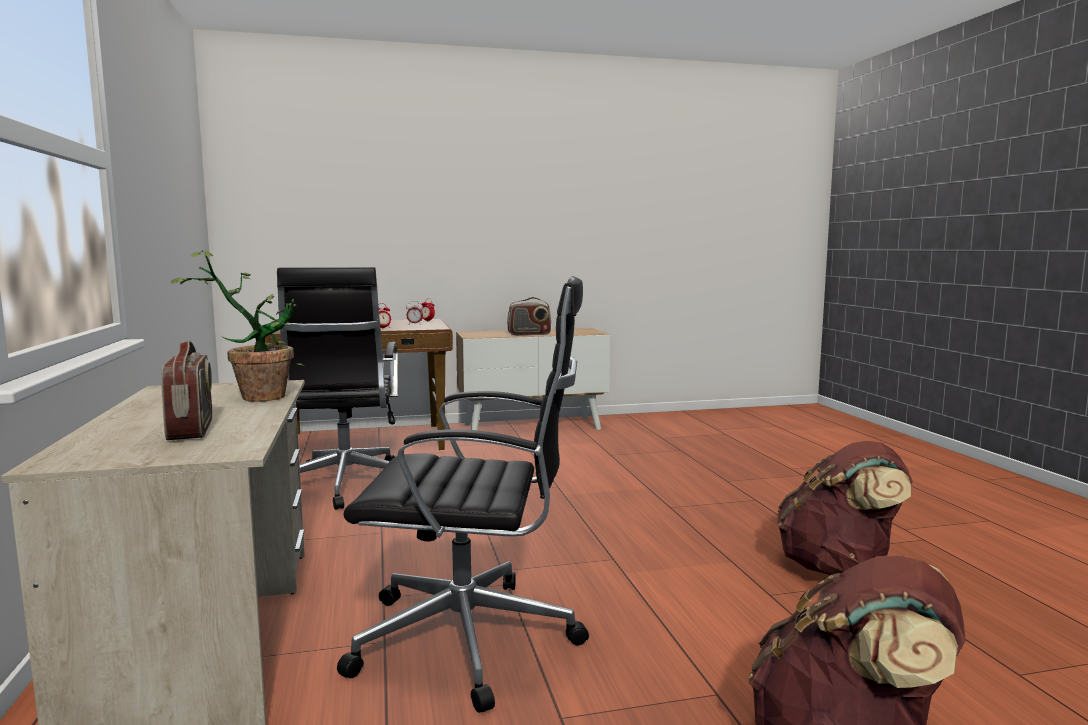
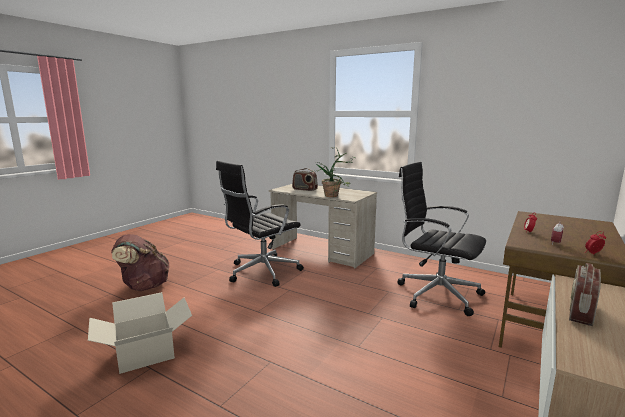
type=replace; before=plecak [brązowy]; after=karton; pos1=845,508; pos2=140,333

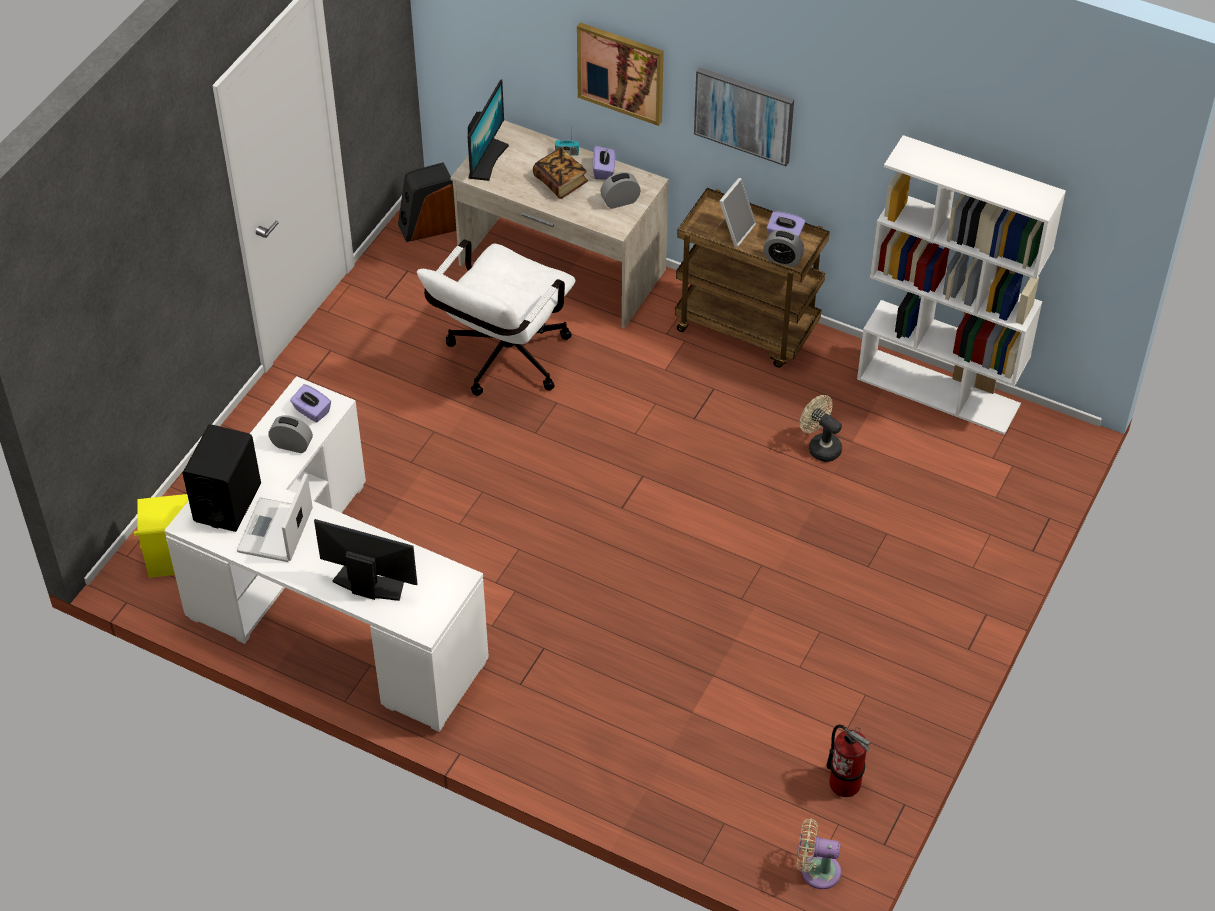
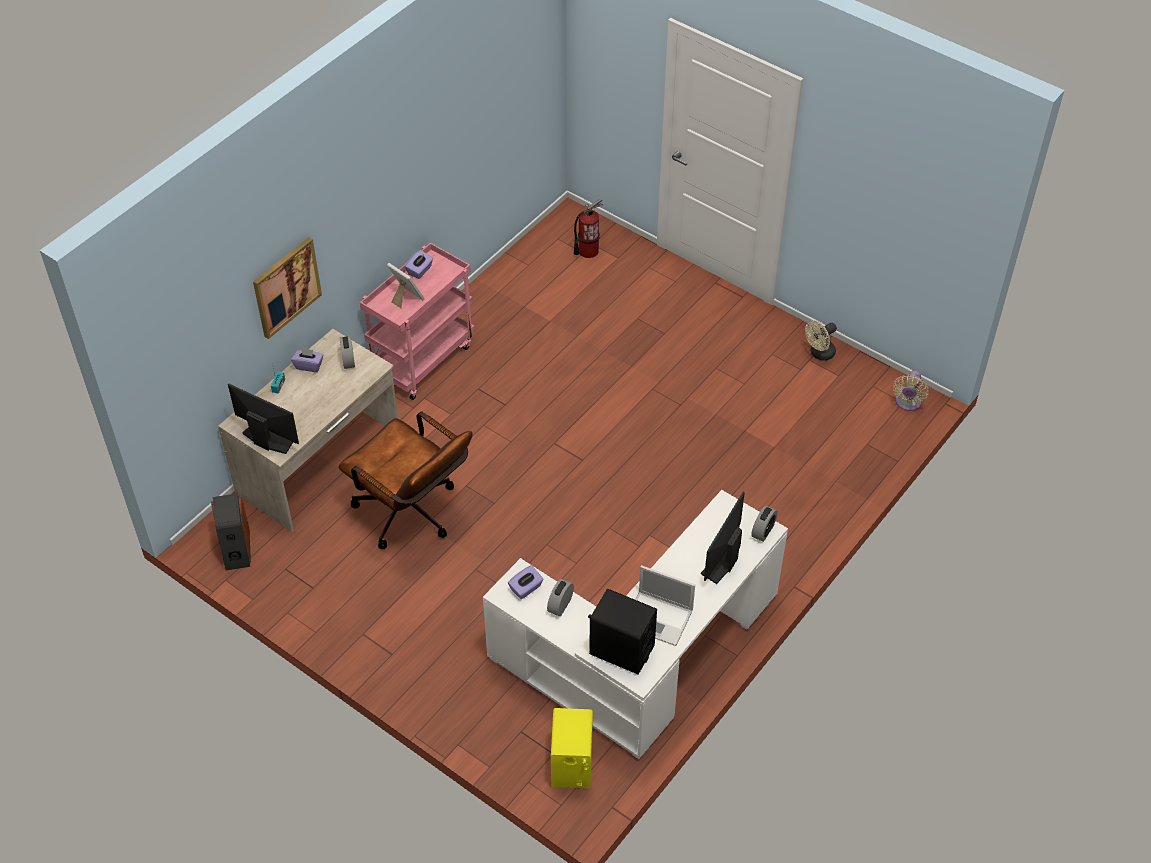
type=recolor; before=krzesło biurowe [biały]; after=krzesło biurowe [brązowy]; pos1=496,317; pos2=406,480
type=recolor; before=wózek [brązowy]; after=wózek [różowy]; pos1=752,278; pos2=417,321
type=move; before=gaśnica; pos1=848,761; pos2=588,228
type=move; before=budzik; pos1=784,248; pos2=764,524
type=move; before=wentylator [beżowy]; pos1=821,428; pos2=821,341
type=delete; before=książka; pos1=560,173
type=delete; before=obraz; pos1=744,116
type=delete; before=regał [biały]; pos1=961,285

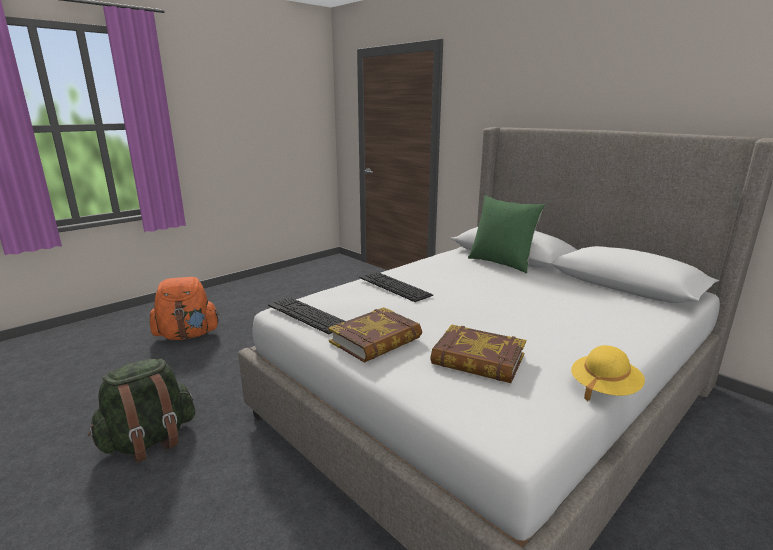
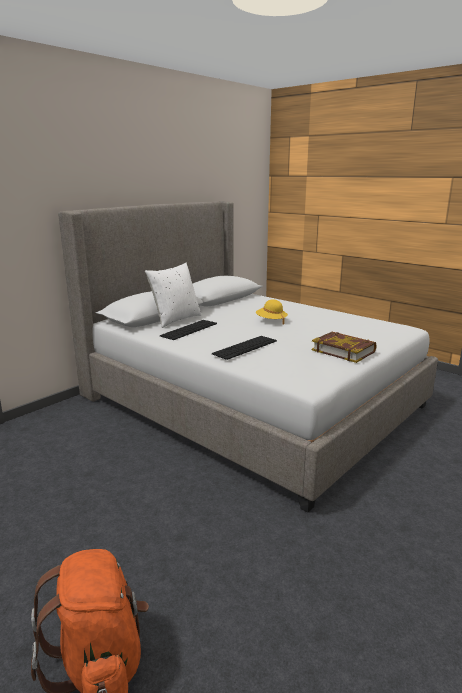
type=recolor; before=poduszka [zielony]; after=poduszka [biały]; pos1=506,234; pos2=173,295
type=move; before=klawiatura; pos1=307,315; pos2=188,330
type=move; before=kapelusz [żółty]; pos1=608,373; pos2=272,312
type=delete; before=plecak [zielony]; pos1=141,411
type=delete; before=książka; pos1=478,353

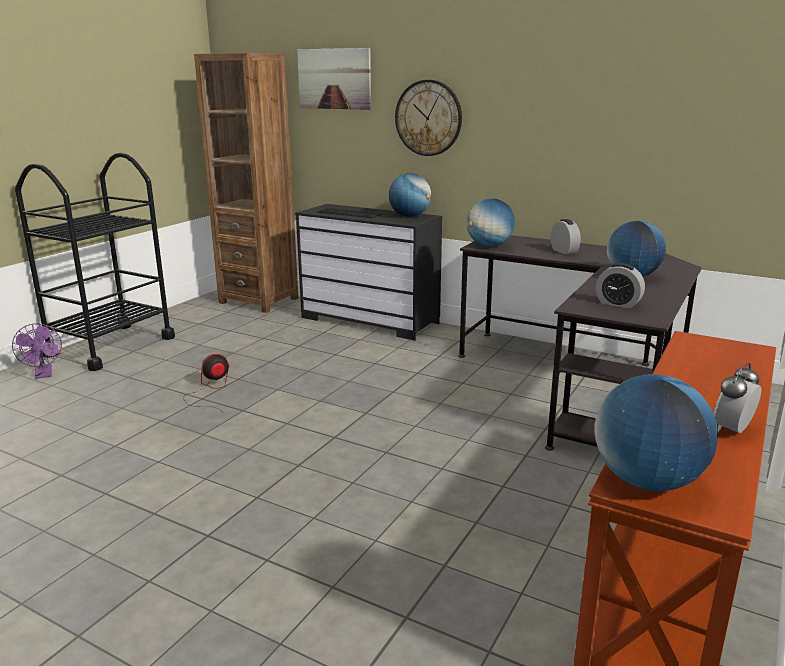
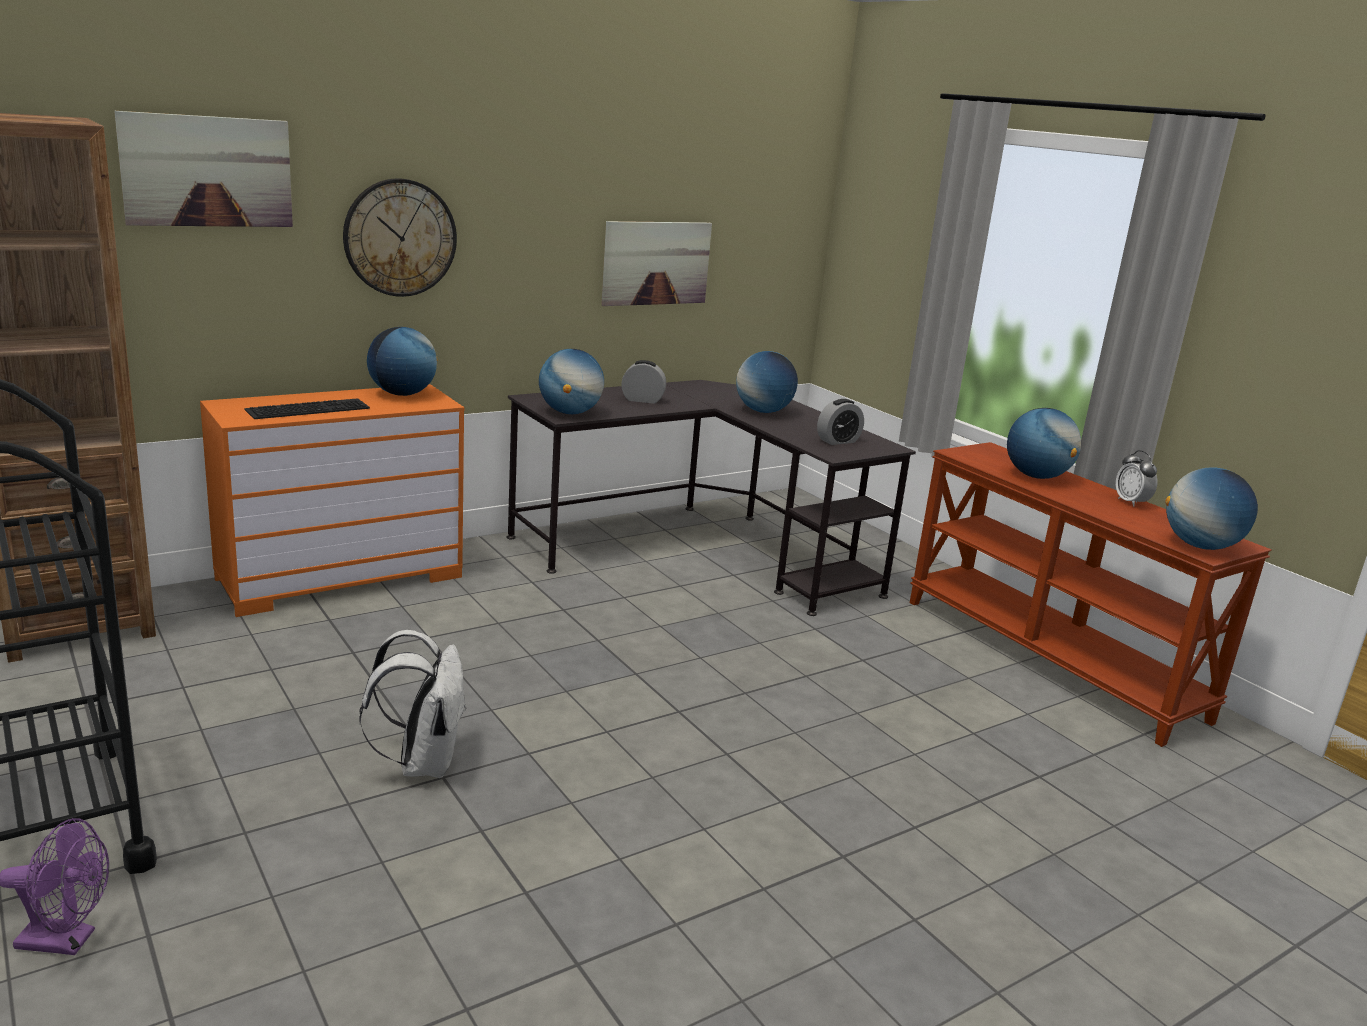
type=recolor; before=komoda [czarny]; after=komoda [pomarańczowy]; pos1=368,272; pos2=332,500
type=replace; before=wentylator; after=plecak [biały]; pos1=206,382; pos2=413,704
type=insert; after=obraz; pos2=656,263
type=insert; after=globus; pos2=1044,443

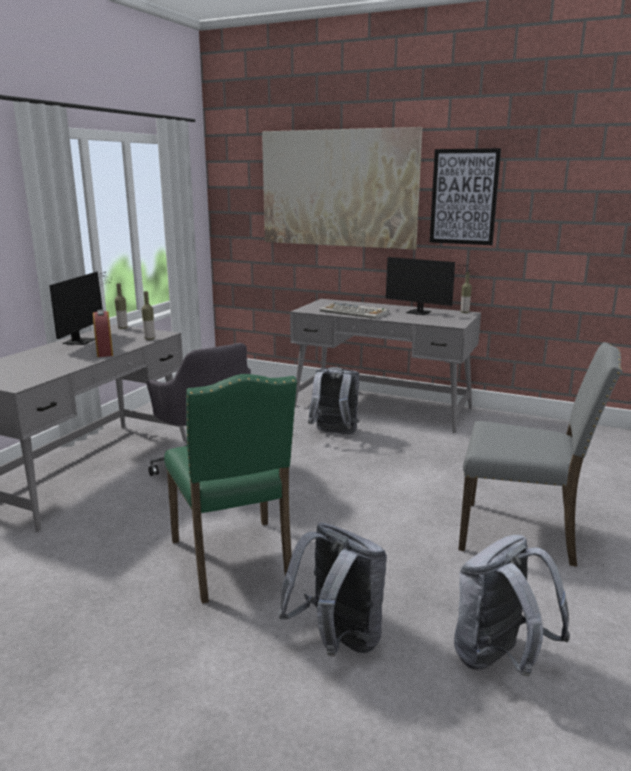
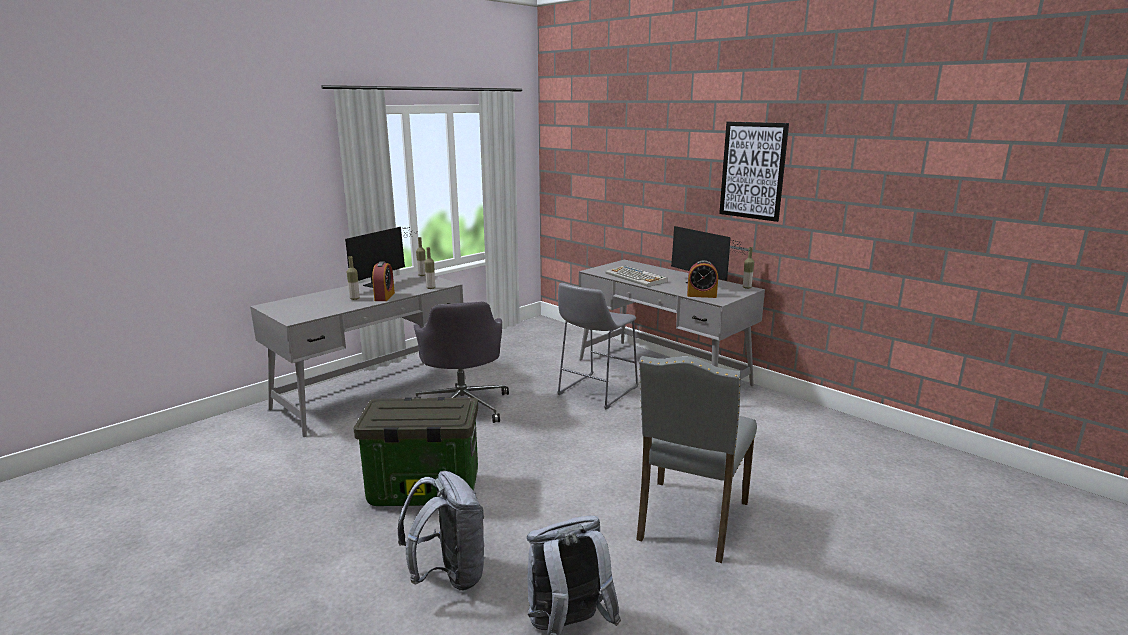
type=insert; after=butelka; pos2=353,278
type=replace; before=krzesło [zielony]; after=pojemnik do przechowywania; pos1=230,489; pos2=416,451
type=replace; before=plecak [szary]; after=stołek [szary]; pos1=334,400; pos2=597,346
type=rotate; before=krzesło [szary]; pos1=540,454; pos2=696,459; turn=75
type=insert; after=budzik; pos2=702,279
type=delete; before=obraz; pos1=342,188

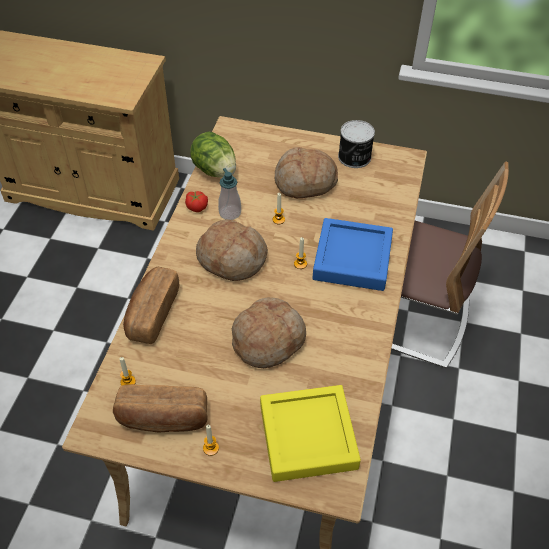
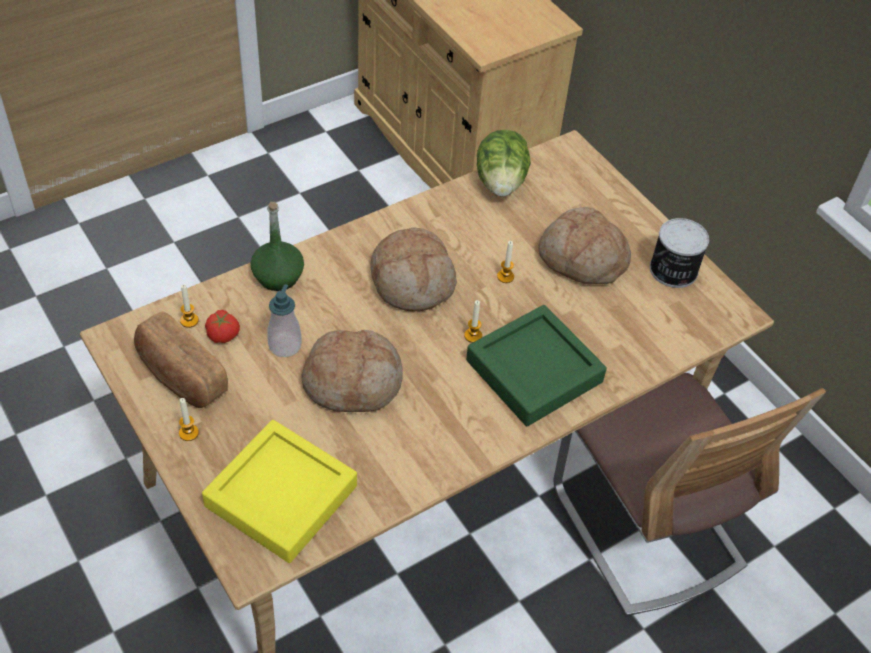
type=move; before=pomidor; pos1=196,201; pos2=222,326
type=replace; before=chleb; after=butelka [zielony]; pos1=151,305; pos2=277,246
type=move; before=dozownik mydła; pos1=229,194; pos2=284,320
type=recolor; before=taca [niebieski]; after=taca [zielony]; pos1=353,254; pos2=536,365

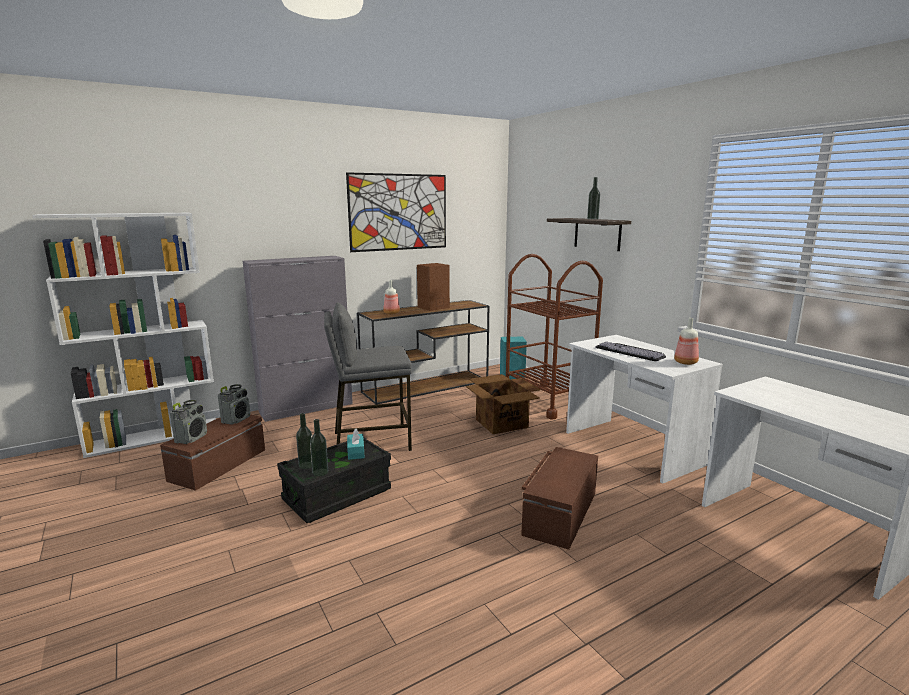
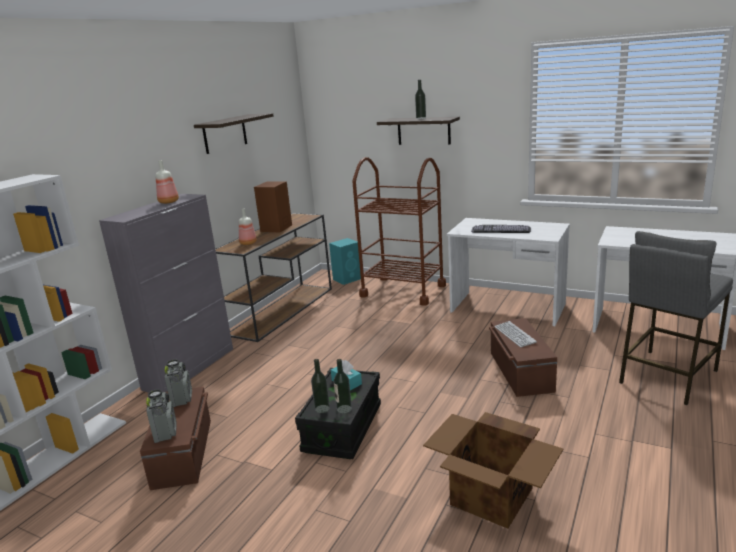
type=move; before=butelka; pos1=686,341; pos2=167,182
type=replace; before=obraz; after=półka; pos1=396,212; pos2=234,133
type=move; before=karton; pos1=503,404; pos2=493,470
type=insert; after=klawiatura; pos2=515,334
type=move; before=stołek [szary]; pos1=368,376; pos2=676,318

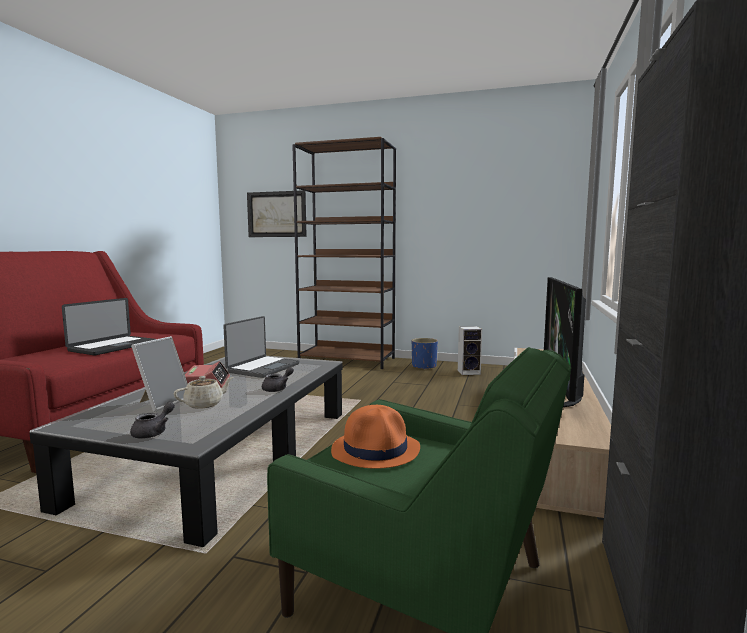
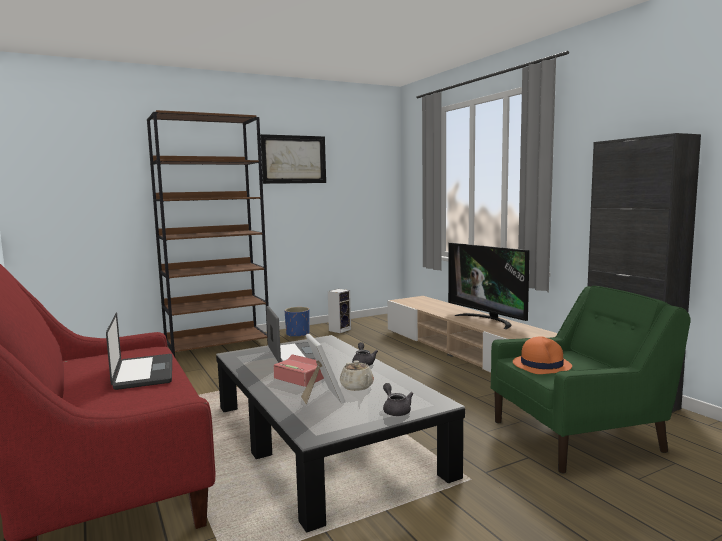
type=move; before=obraz; pos1=277,213; pos2=293,159
type=rotate; before=imbryk [beżowy]; pos1=203,392; pos2=357,376; turn=150

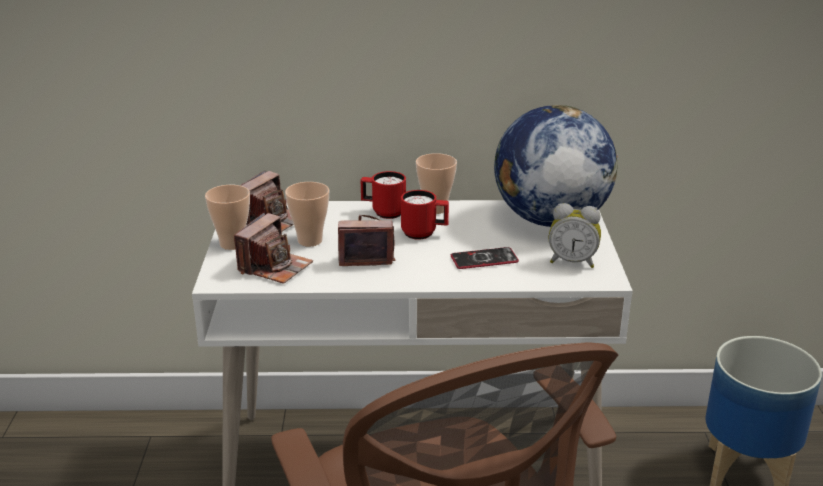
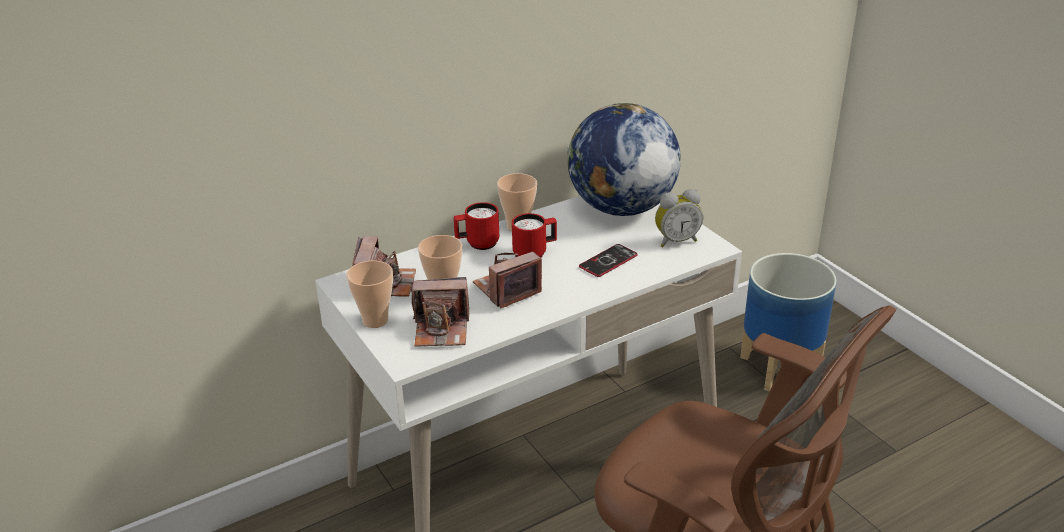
type=rotate; before=aparat fotograficzny; pos1=273,248; pos2=440,312; turn=90

